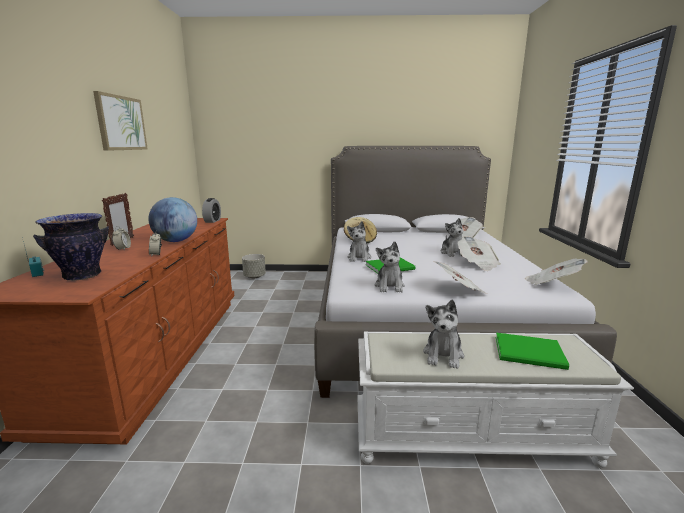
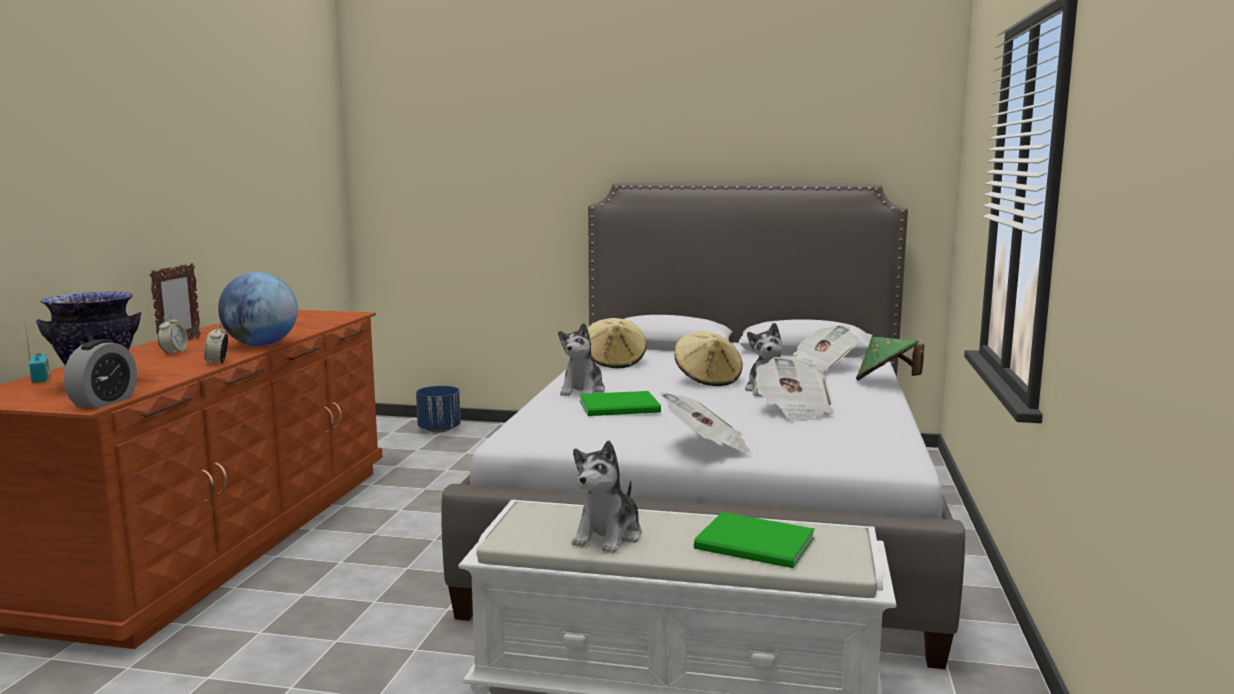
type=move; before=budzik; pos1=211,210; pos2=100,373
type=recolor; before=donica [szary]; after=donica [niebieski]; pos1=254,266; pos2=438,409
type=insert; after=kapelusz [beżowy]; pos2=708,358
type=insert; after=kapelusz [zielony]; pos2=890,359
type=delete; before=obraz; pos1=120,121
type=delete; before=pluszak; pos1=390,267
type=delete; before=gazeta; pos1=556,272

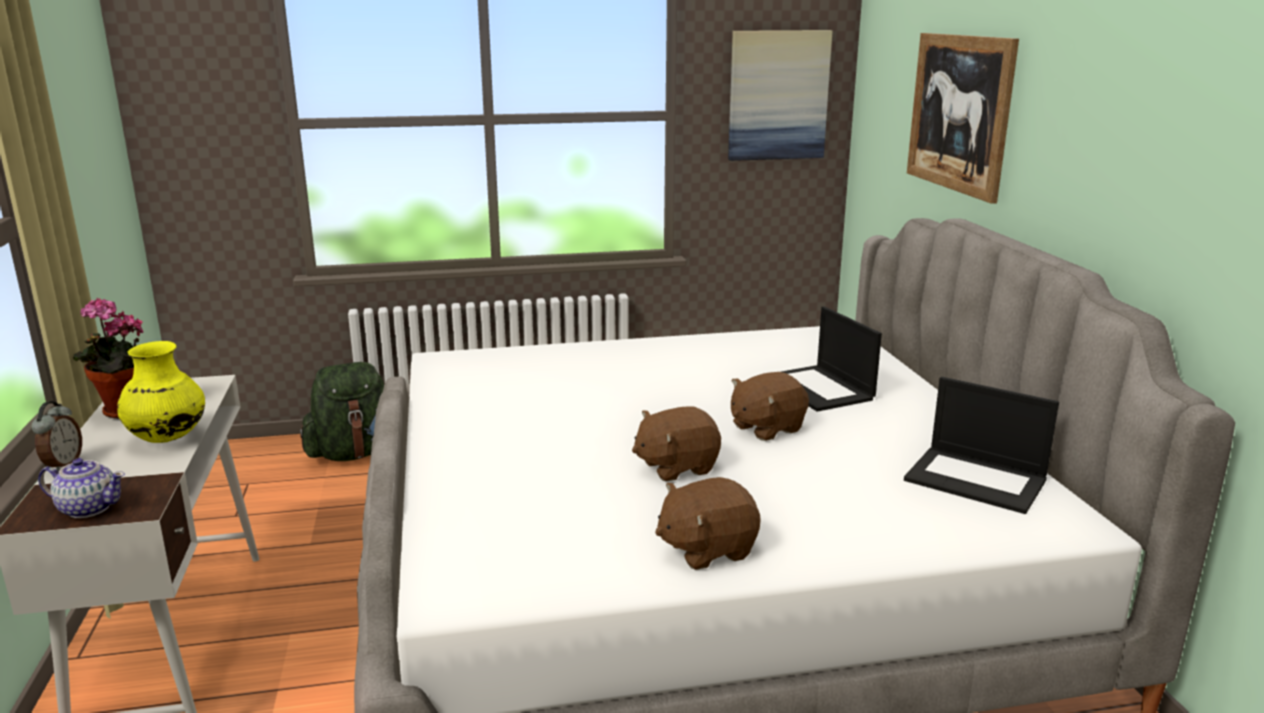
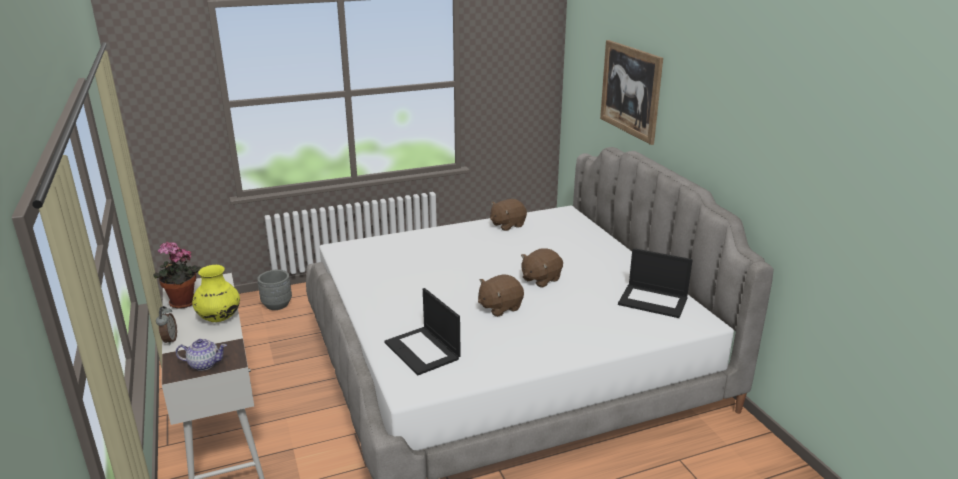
type=replace; before=plecak [zielony]; after=donica [szary]; pos1=342,411; pos2=274,290
type=move; before=laptop; pos1=831,359; pos2=422,331
type=move; before=pluszak [brązowy]; pos1=707,523; pos2=508,215
type=delete; before=obraz; pos1=780,95

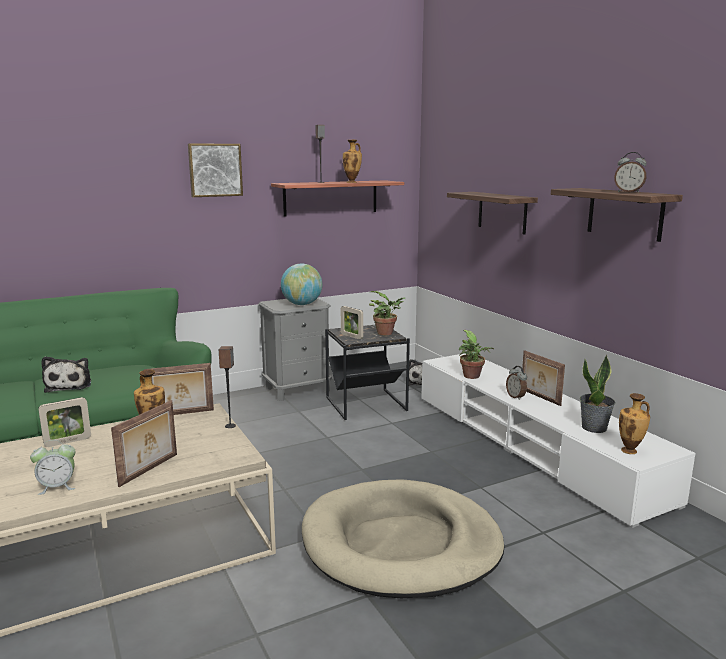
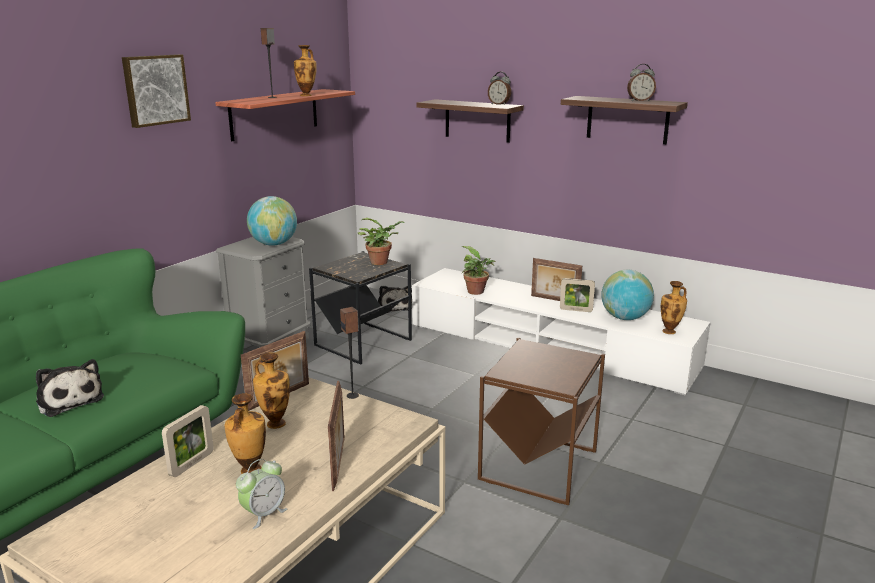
type=insert; after=wazon; pos2=245,433
type=replace; before=legowisko [beżowy]; after=stolik [brązowy]; pos1=403,538; pos2=541,421
type=move; before=budzik; pos1=516,383; pos2=499,88
type=move; before=ramka na zdjęcie; pos1=352,322; pos2=577,295
type=replace; before=roślina doniczkowa; after=globus; pos1=597,394; pos2=627,295

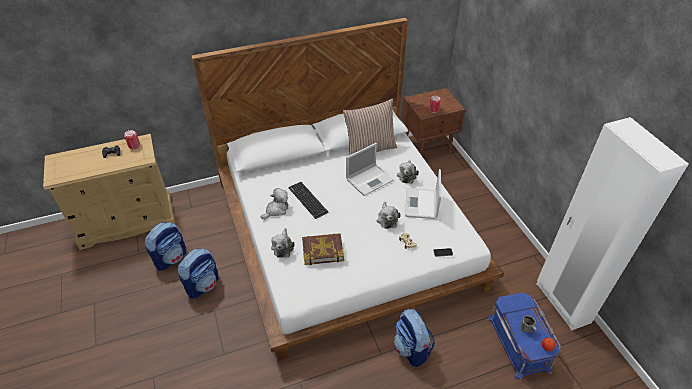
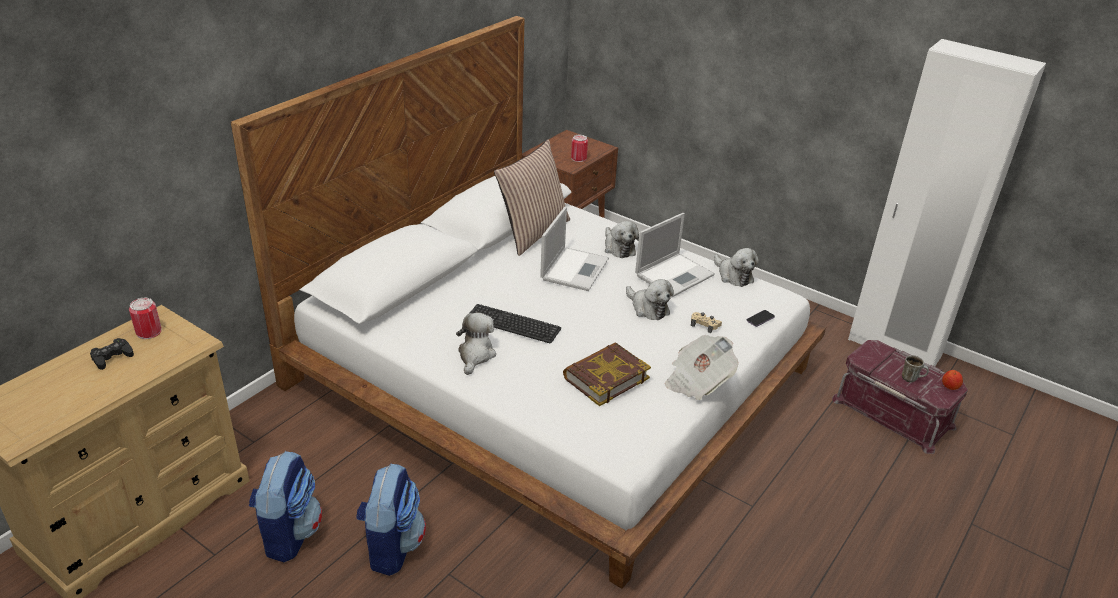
type=rotate; before=laptop; pos1=423,194; pos2=675,255; turn=-105
type=insert; after=gazeta; pos2=701,367
type=move; before=pluszak; pos1=283,243; pos2=736,267
type=recolor; before=pojemnik do przechowywania [niebieski]; after=pojemnik do przechowywania [czerwony]; pos1=524,336; pos2=900,397
type=delete; before=plecak; pos1=414,338

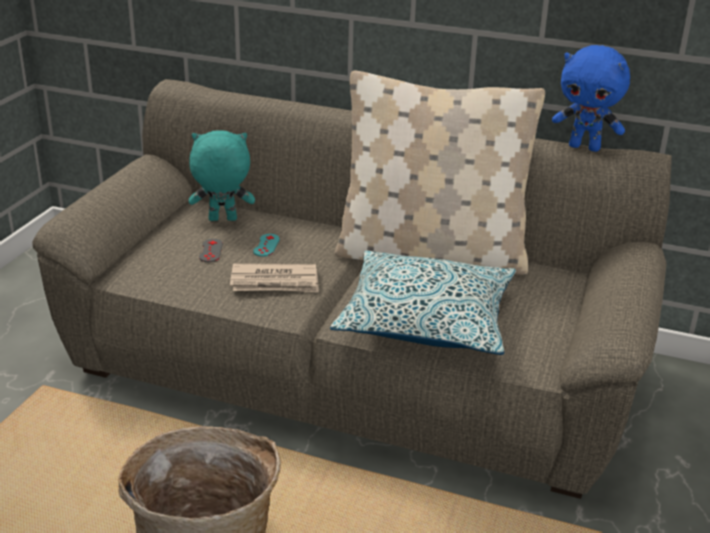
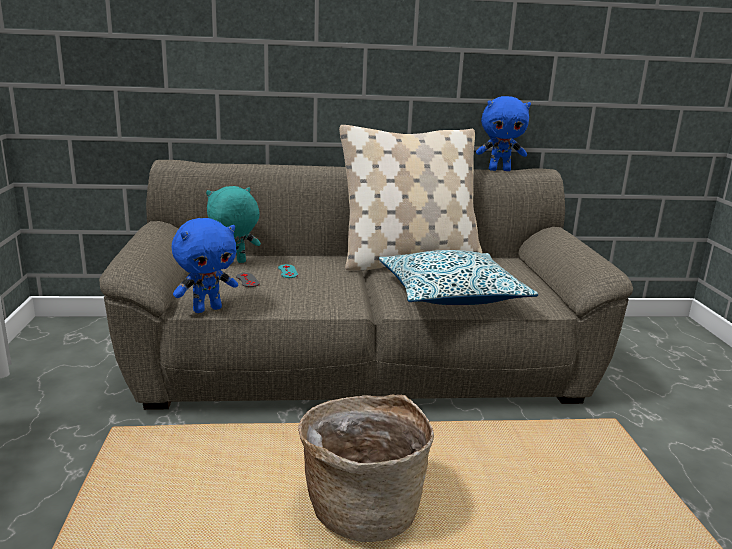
type=insert; after=pluszak [niebieski]; pos2=205,265
type=delete; before=gazeta; pos1=274,277

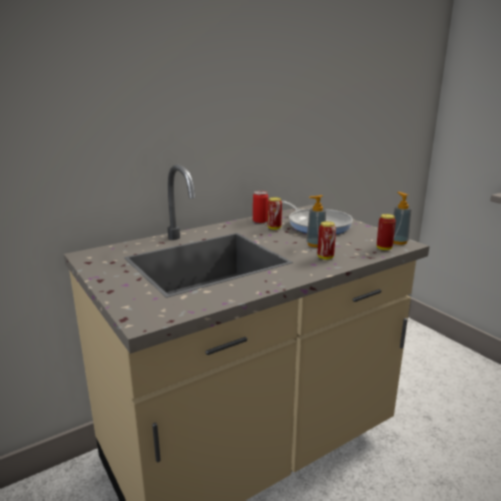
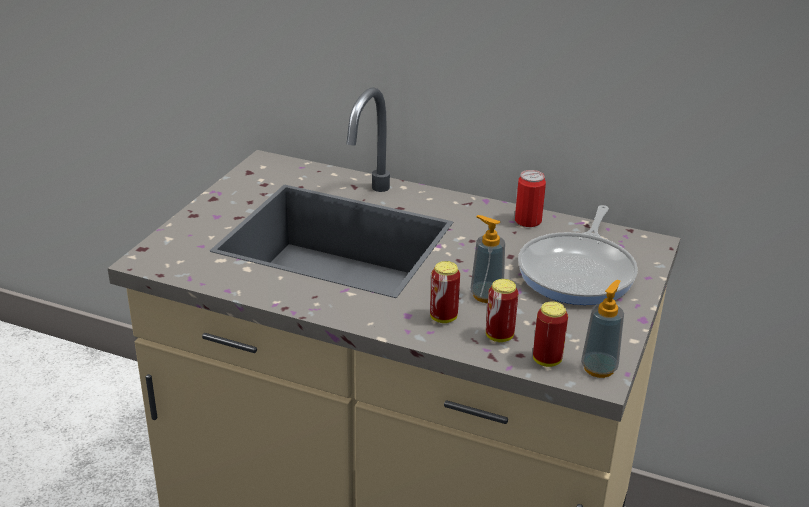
type=move; before=puszka; pos1=275,213; pos2=502,310

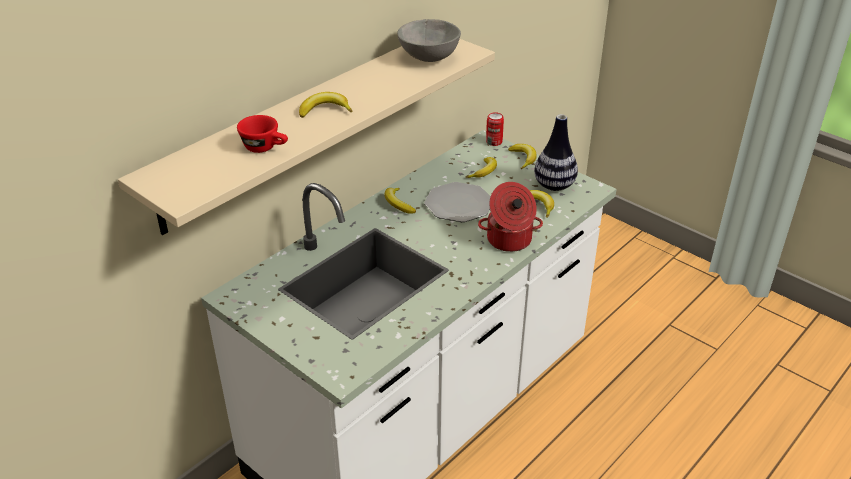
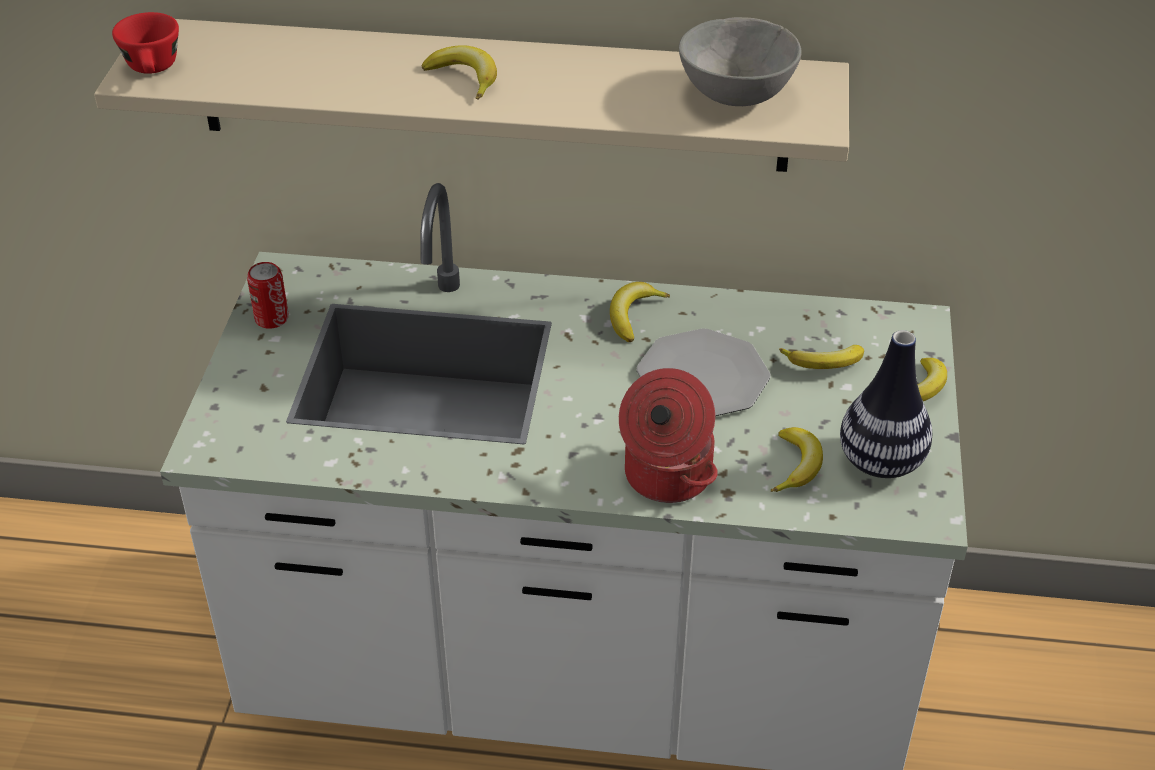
type=move; before=filiżanka [czerwony]; pos1=262,134; pos2=145,43
type=move; before=puszka; pos1=495,129; pos2=267,295

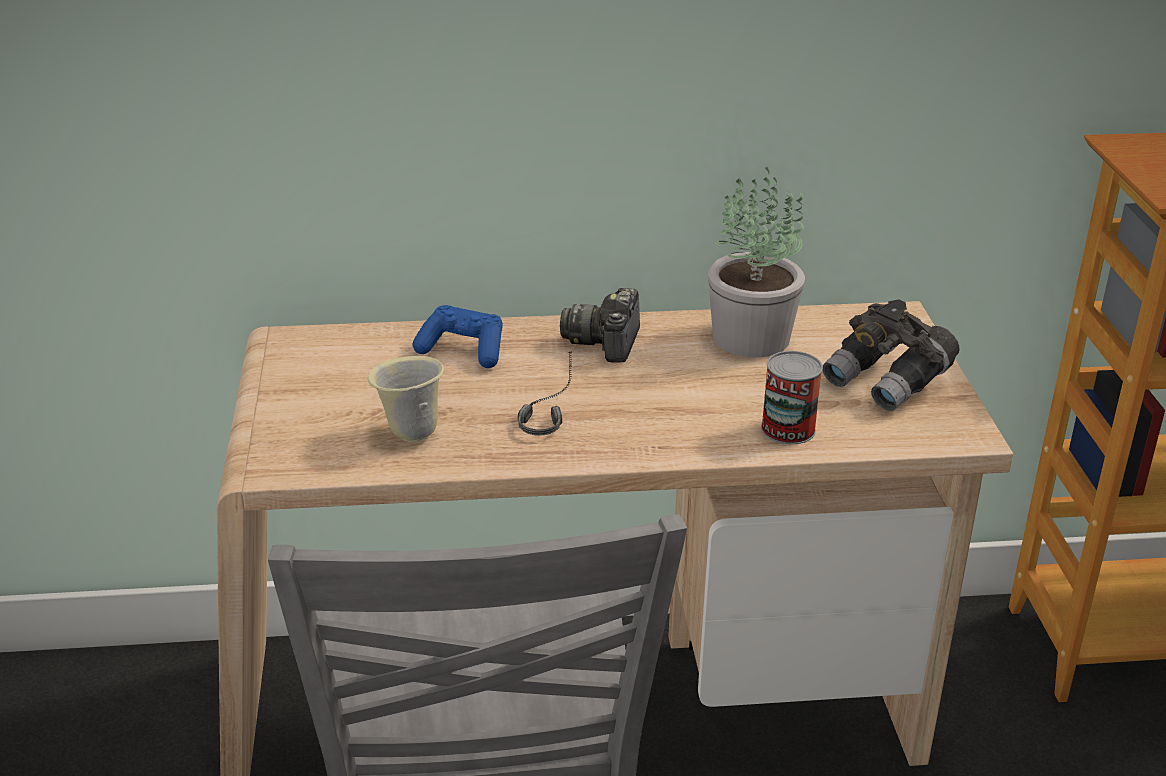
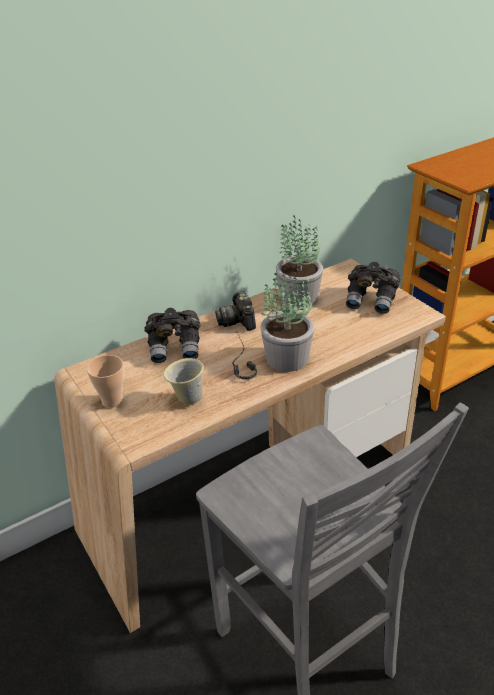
type=insert; after=filiżanka; pos2=105,381
type=replace; before=pad do gier [niebieski]; after=lornetka [szary]; pos1=458,336; pos2=173,335
type=insert; after=roślina doniczkowa; pos2=287,322
type=delete; before=puszka; pos1=792,397

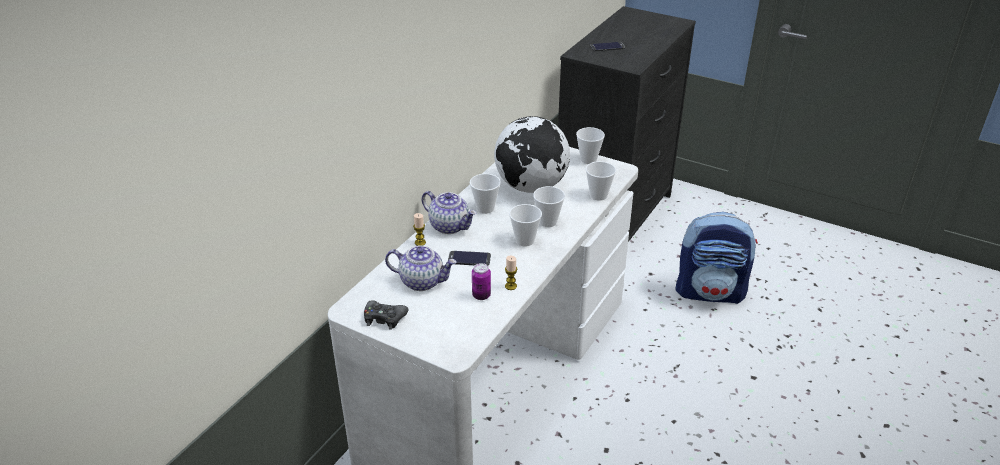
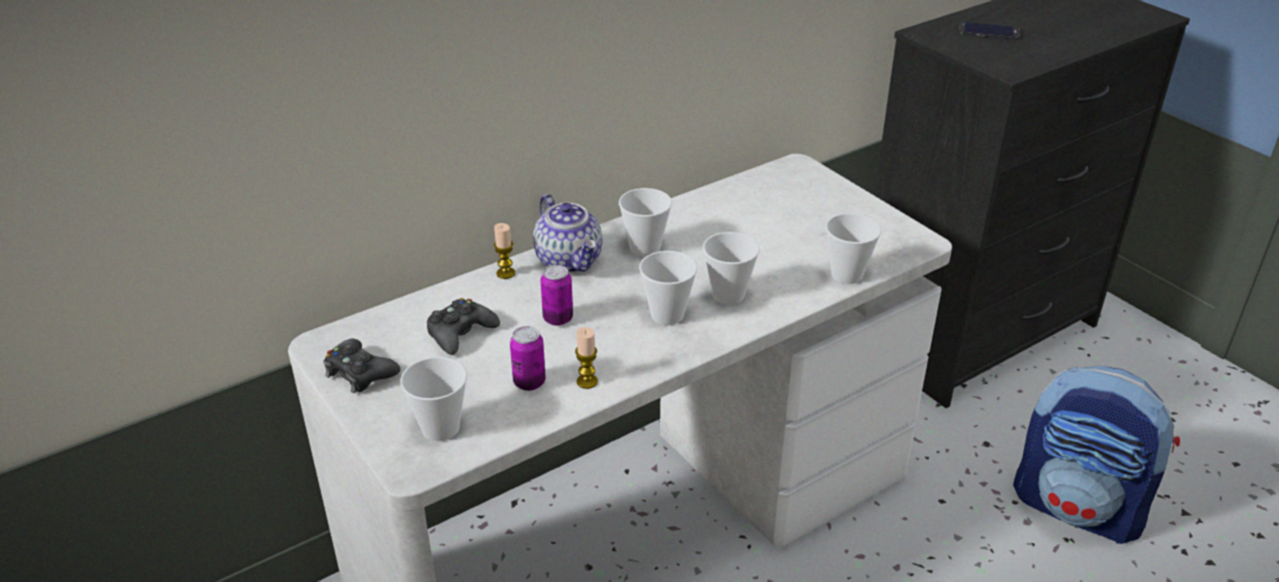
type=move; before=filiżanka; pos1=590,145; pos2=433,399
type=replace; before=imbryk; after=pad do gier [czarny]; pos1=421,268; pos2=463,326
type=replace; before=telefon; after=puszka; pos1=469,258; pos2=557,295
type=delete; before=globus; pos1=532,154

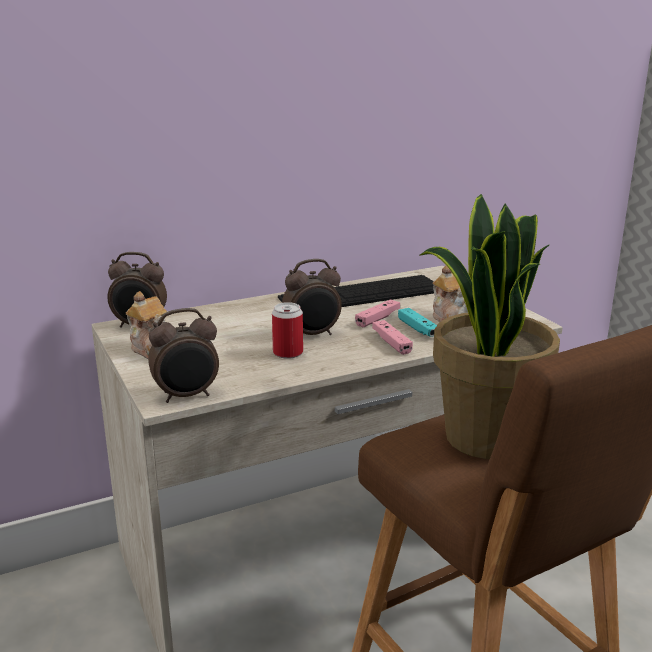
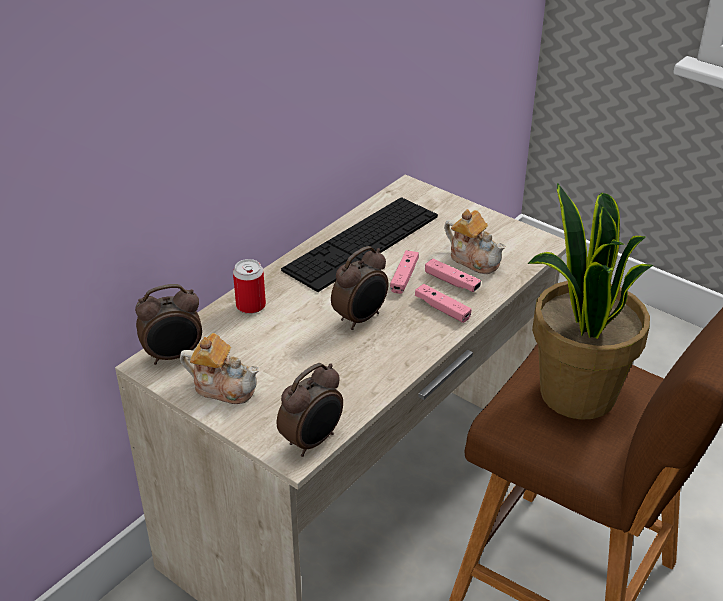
type=move; before=puszka; pos1=287,330; pos2=249,286
type=recolor; before=pad do gier [turkusowy]; after=pad do gier [różowy]; pos1=417,322; pos2=453,275

